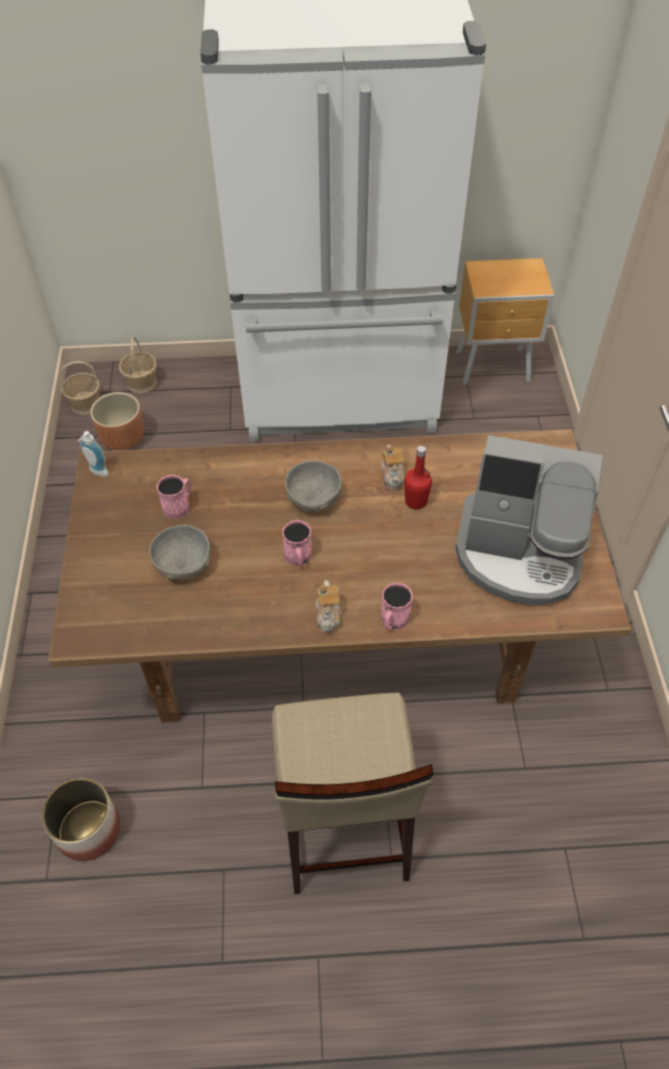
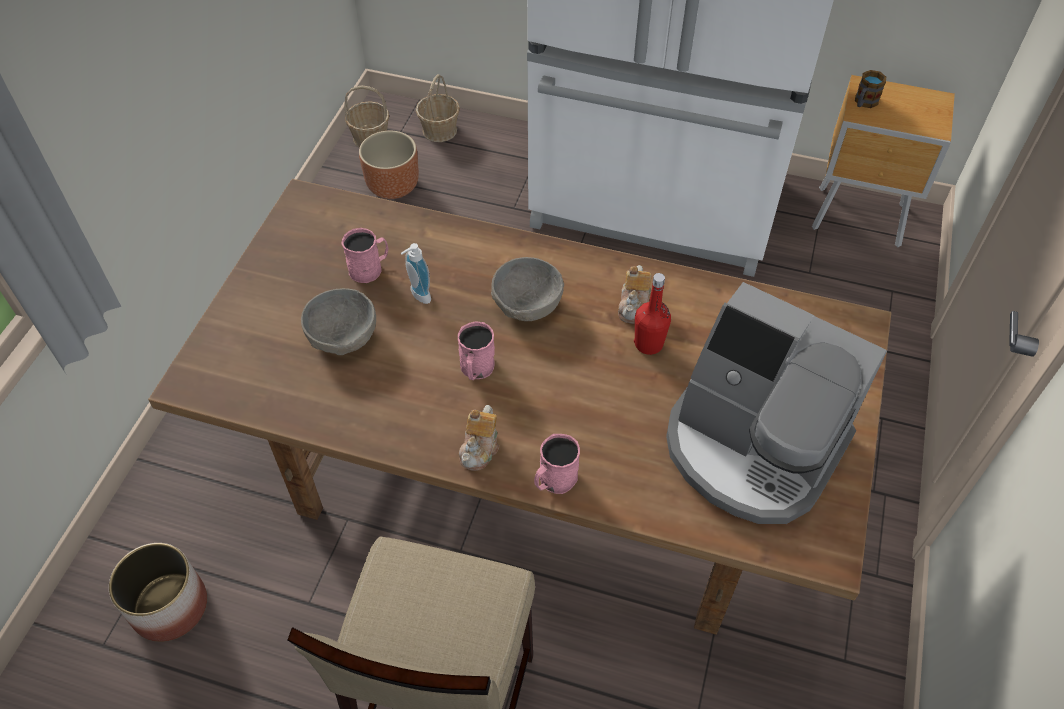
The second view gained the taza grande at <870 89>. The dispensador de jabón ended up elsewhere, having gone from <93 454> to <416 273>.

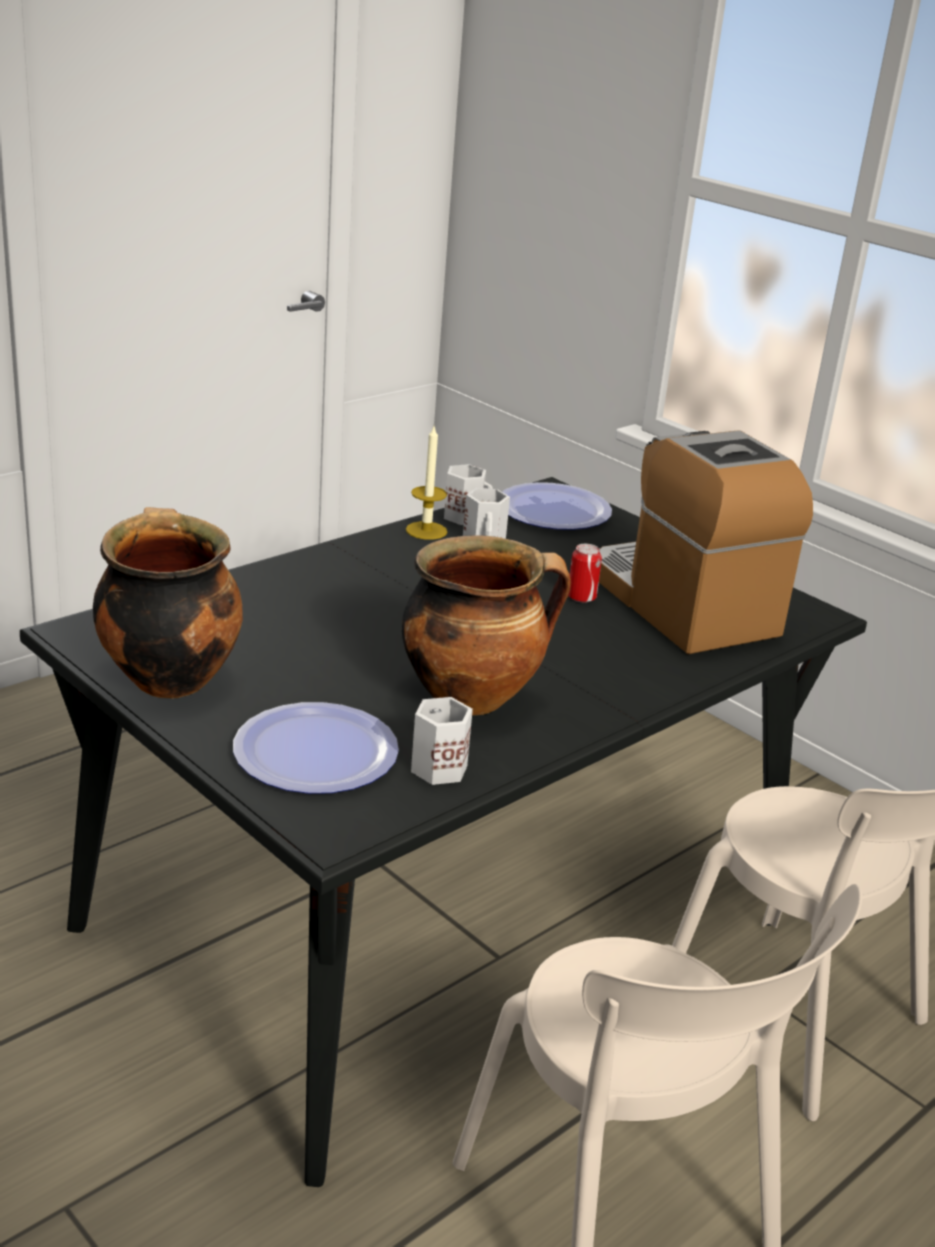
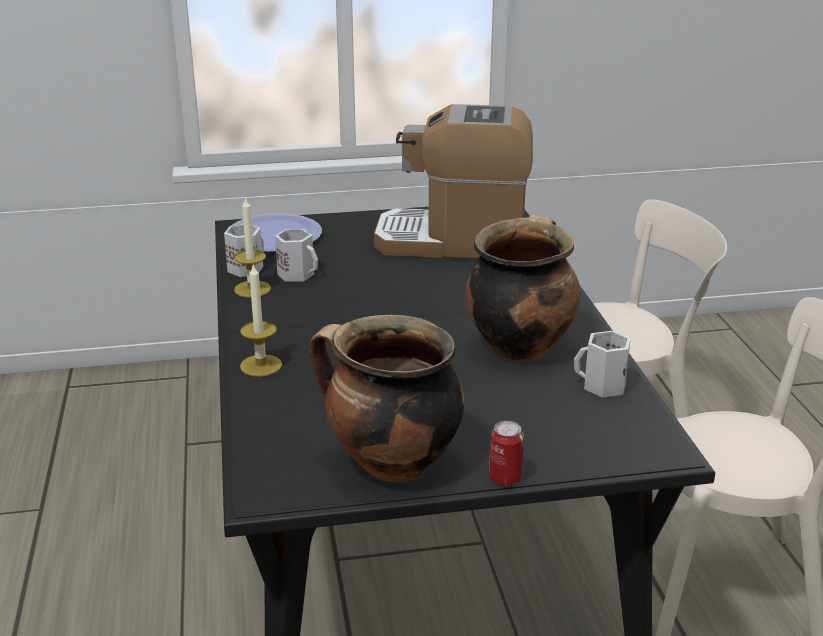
The second view lost the plato at <316 748>. The second view gained the vela at <261 320>. The lata ended up elsewhere, having gone from <585 573> to <506 453>.

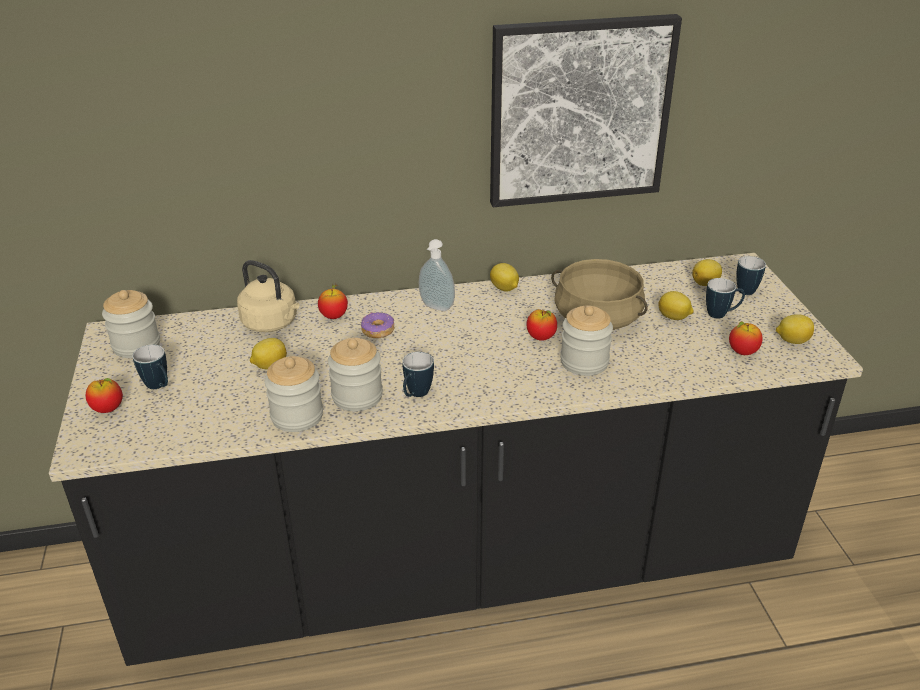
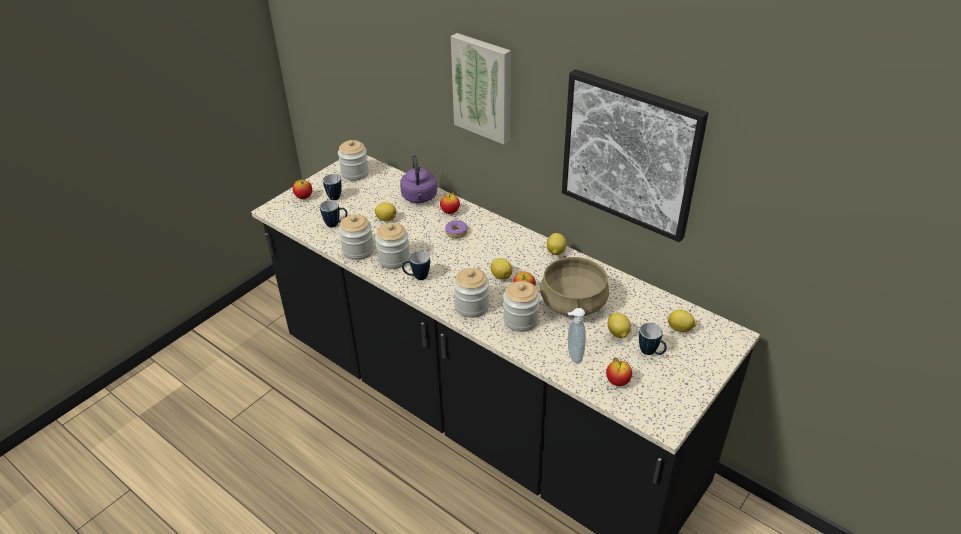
The second view gained the cuadro at <481 89>. The second view gained the tarro at <471 293>. The dispensador de jabón ended up elsewhere, having gone from <437 275> to <577 336>. The taza grande ended up elsewhere, having gone from <751 275> to <333 213>. The limón ended up elsewhere, having gone from <795 329> to <502 269>. What was the hervidor [beis] at <268 296> turned into the hervidor [morado] at <418 179>.

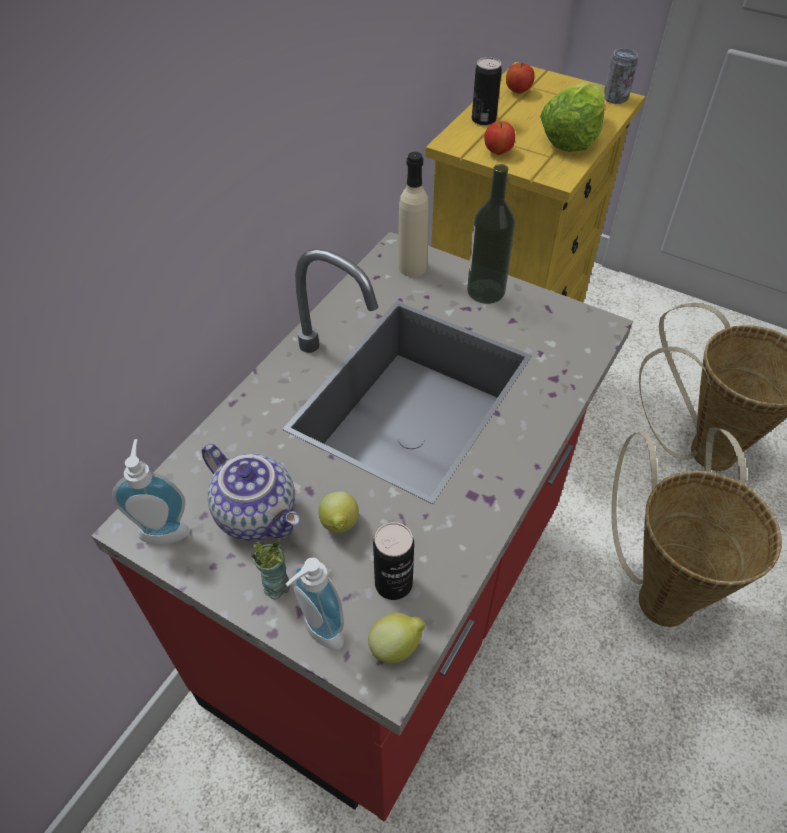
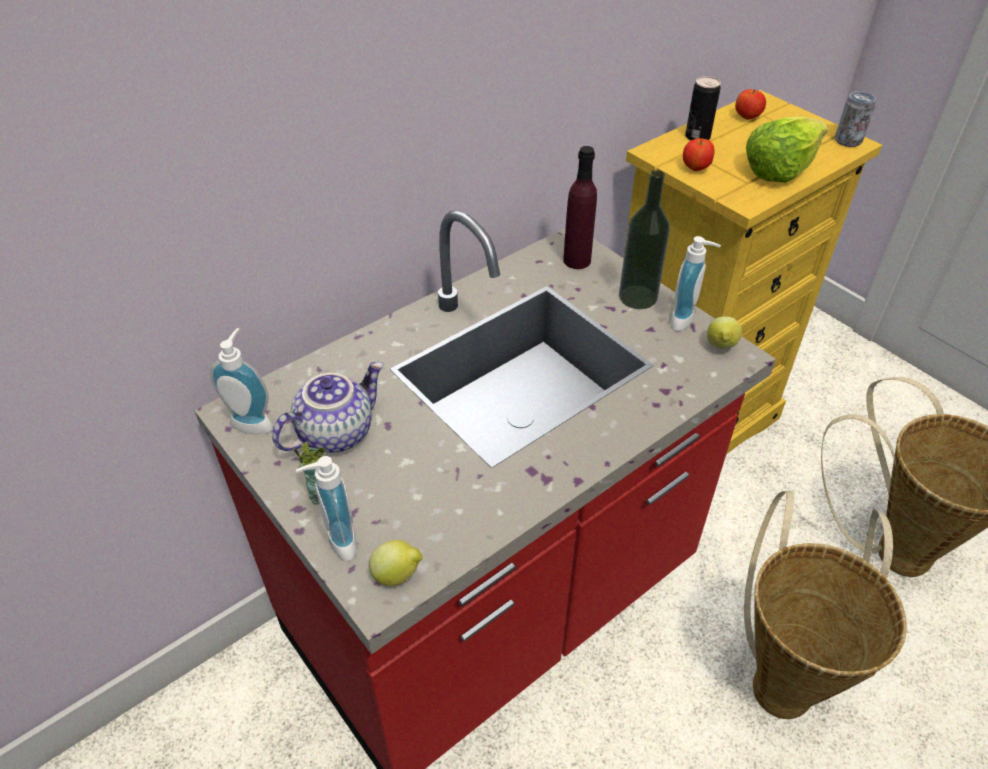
The second view lost the lata at <393 561>. The second view gained the dispensador de jabón at <696 283>. The limón ended up elsewhere, having gone from <338 512> to <724 333>. What was the botella [beis] at <413 214> turned into the botella [morado] at <580 207>. The tetera at <251 492> ended up facing another way, 105 degrees counterclockwise from before.

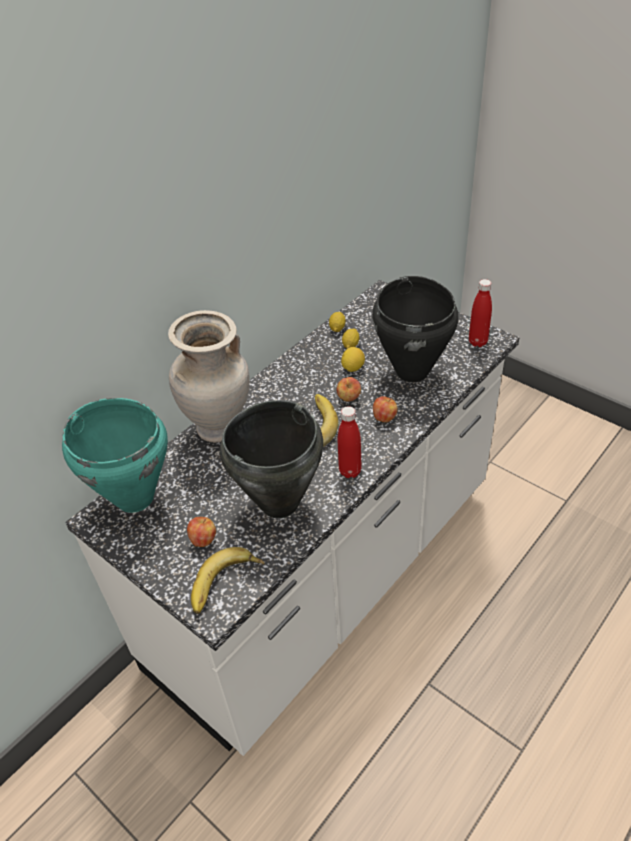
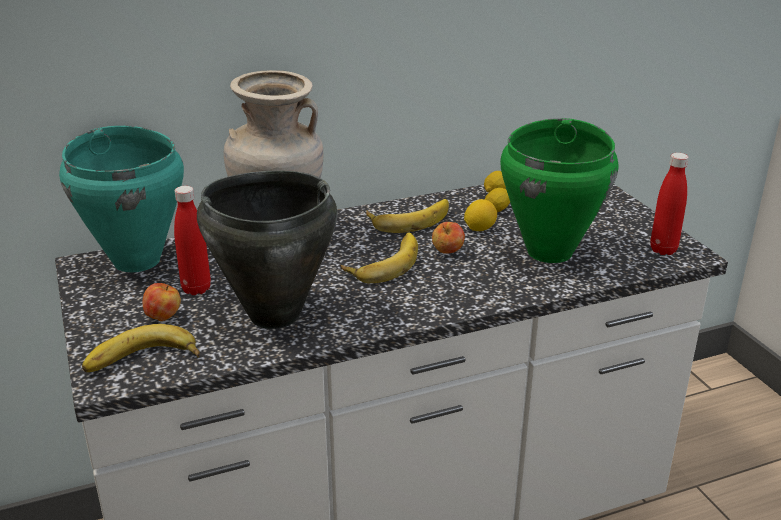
The second view lost the manzana at <385 409>. The second view gained the plátano at <407 216>. The botella [rojo] ended up elsewhere, having gone from <350 442> to <192 240>. What was the olla [negro] at <415 329> turned into the olla [verde] at <559 190>.

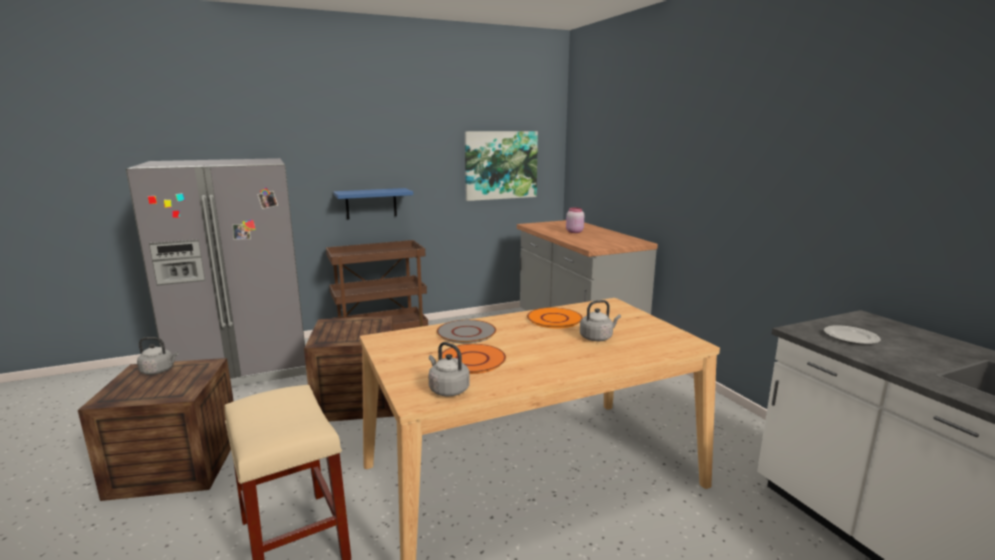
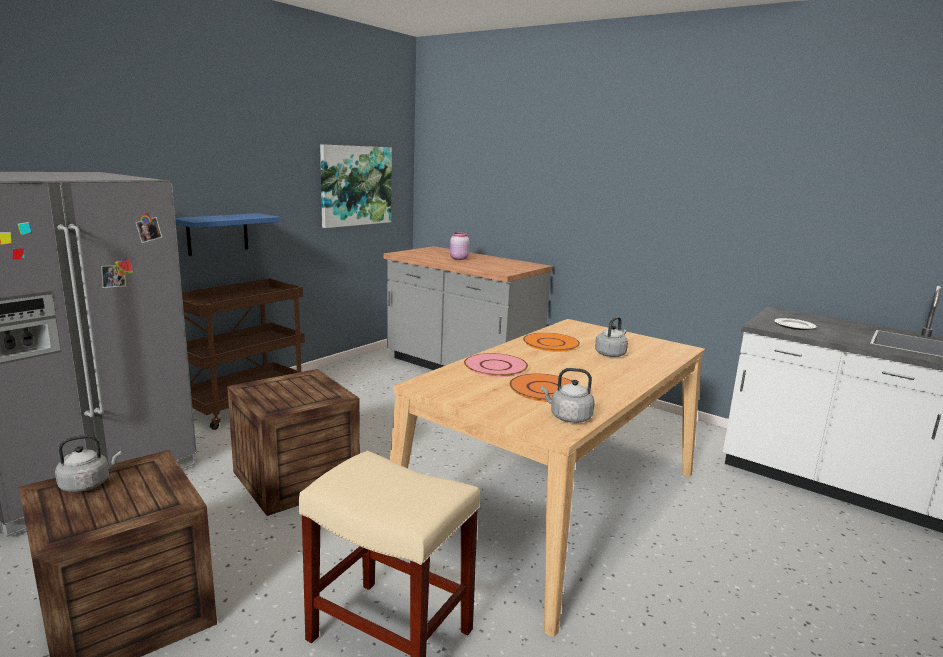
What was the plato [gris] at <466 331> turned into the plato [rosa] at <496 365>.

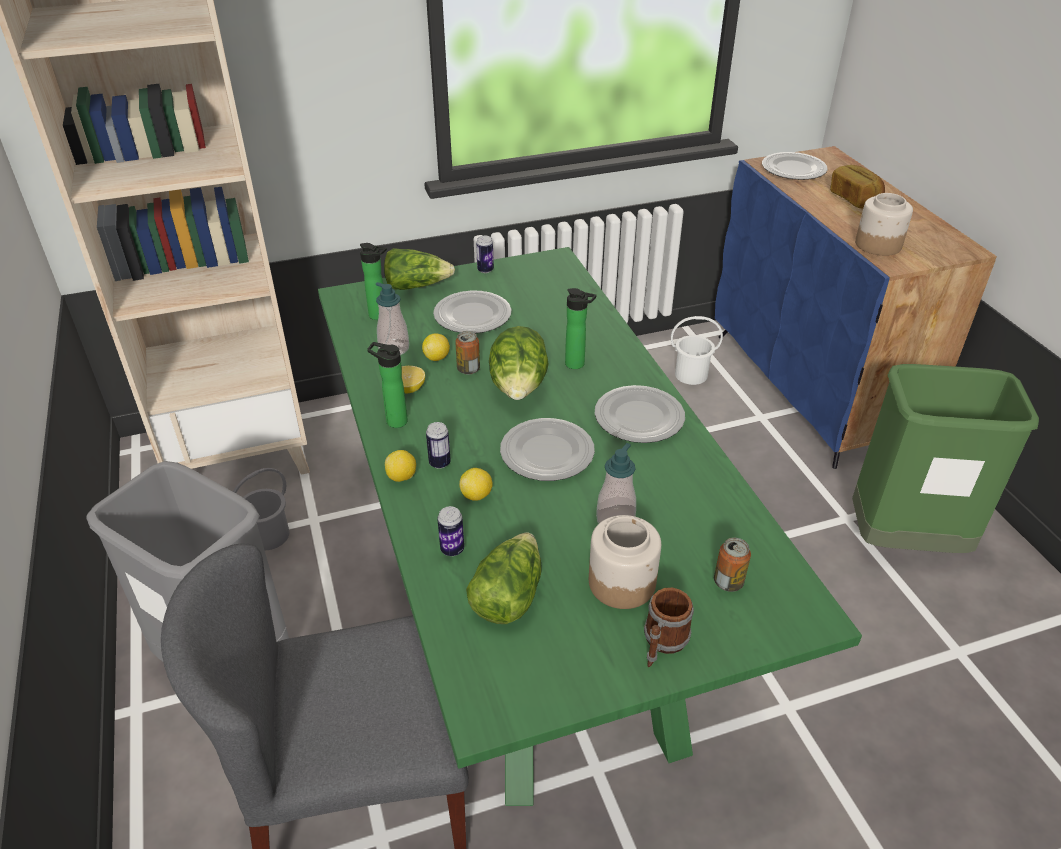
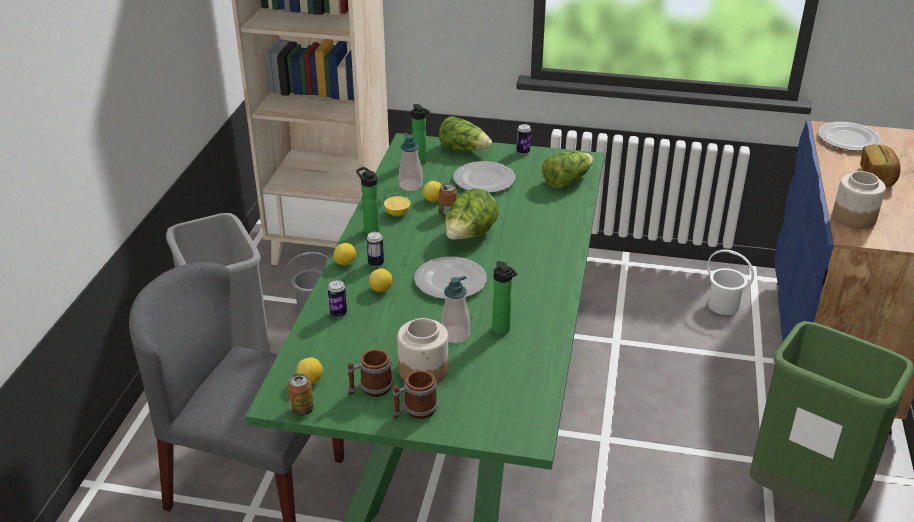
The second view lost the plato at <640 414>. The second view gained the limón at <310 370>. The second view gained the taza grande at <370 373>. The lechuga ended up elsewhere, having gone from <504 578> to <567 169>. The botella ended up elsewhere, having gone from <580 328> to <504 297>. The lata ended up elsewhere, having gone from <732 565> to <300 394>.

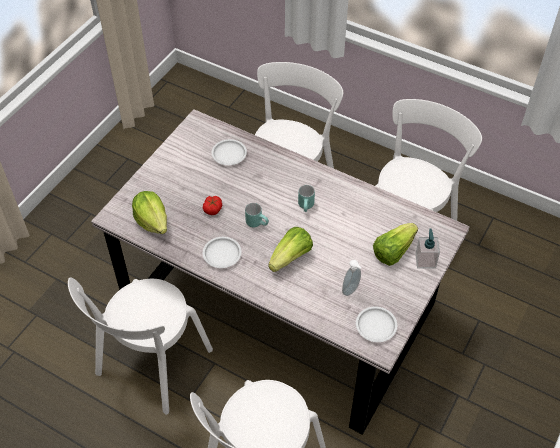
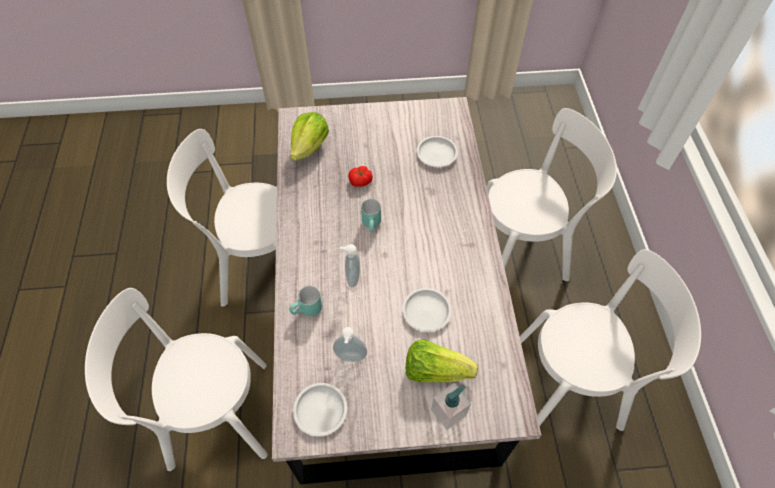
The plato [blanco] ended up elsewhere, having gone from <222 252> to <426 310>. The taza grande [turquesa] ended up elsewhere, having gone from <306 198> to <305 301>. Where the lechuga stood at <290 249>, the dispensador de jabón came to stand at <350 265>.

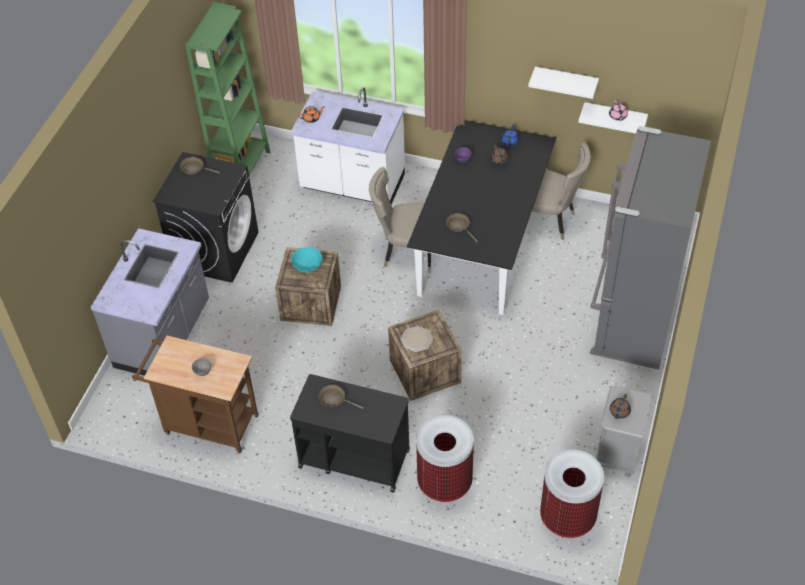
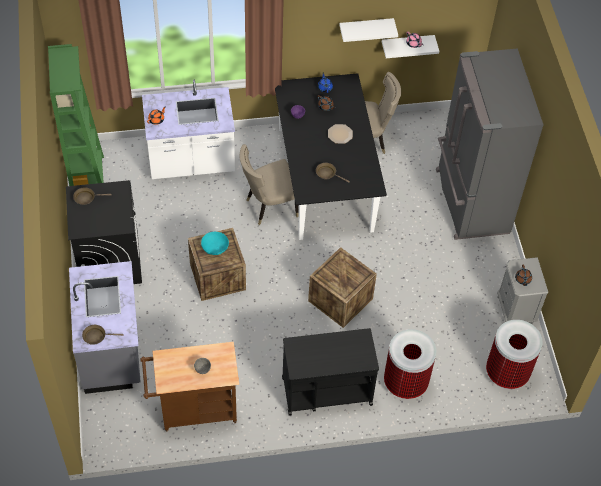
The sartén [marrón] ended up elsewhere, having gone from <341 397> to <103 335>. The plato ended up elsewhere, having gone from <416 339> to <340 134>.

